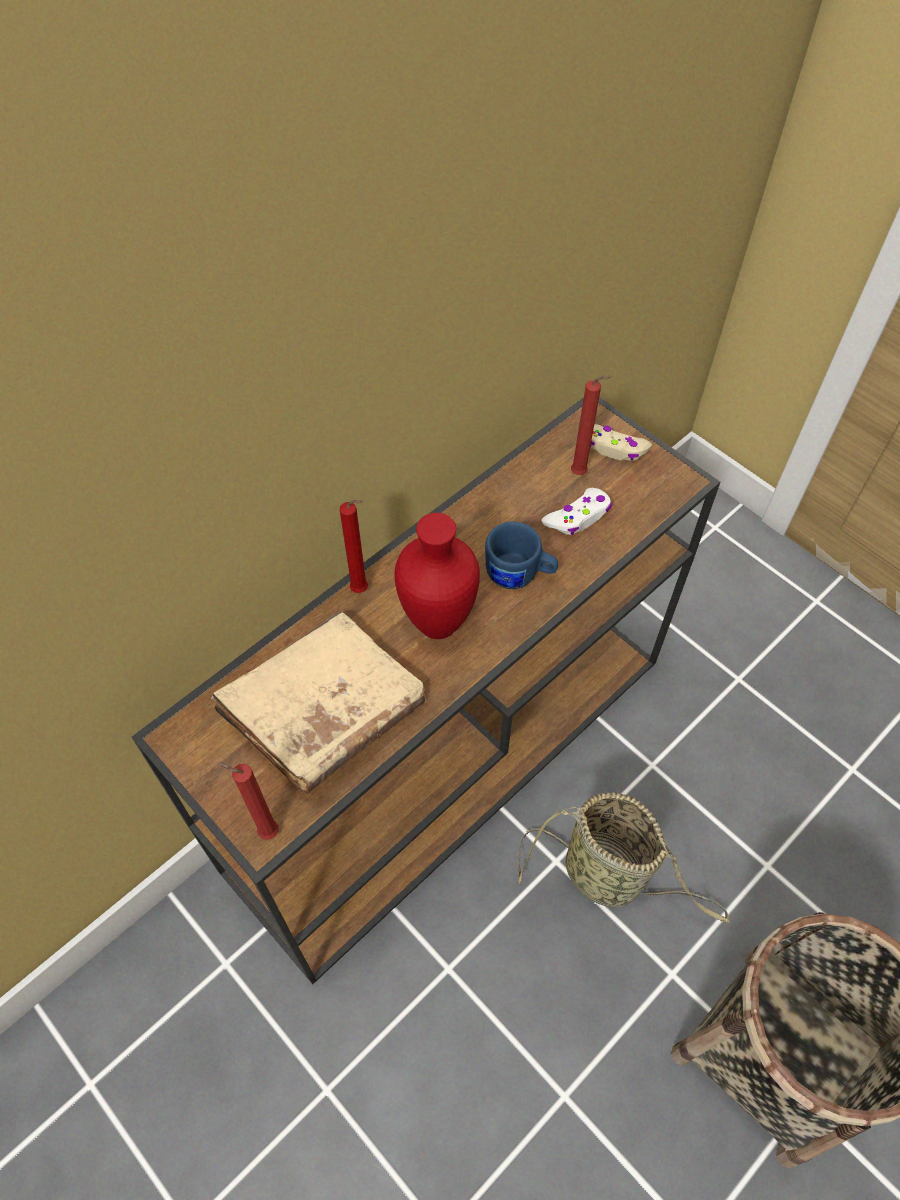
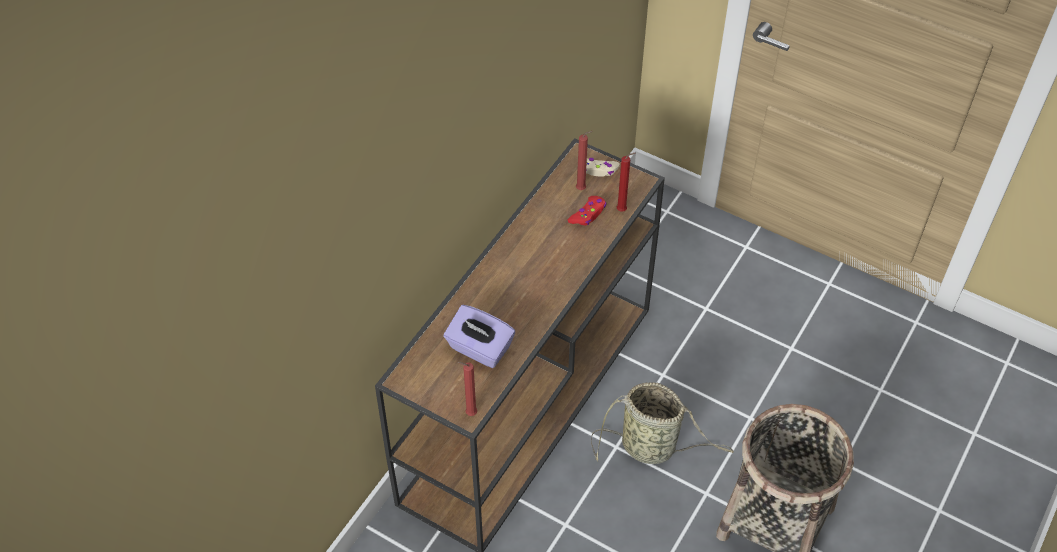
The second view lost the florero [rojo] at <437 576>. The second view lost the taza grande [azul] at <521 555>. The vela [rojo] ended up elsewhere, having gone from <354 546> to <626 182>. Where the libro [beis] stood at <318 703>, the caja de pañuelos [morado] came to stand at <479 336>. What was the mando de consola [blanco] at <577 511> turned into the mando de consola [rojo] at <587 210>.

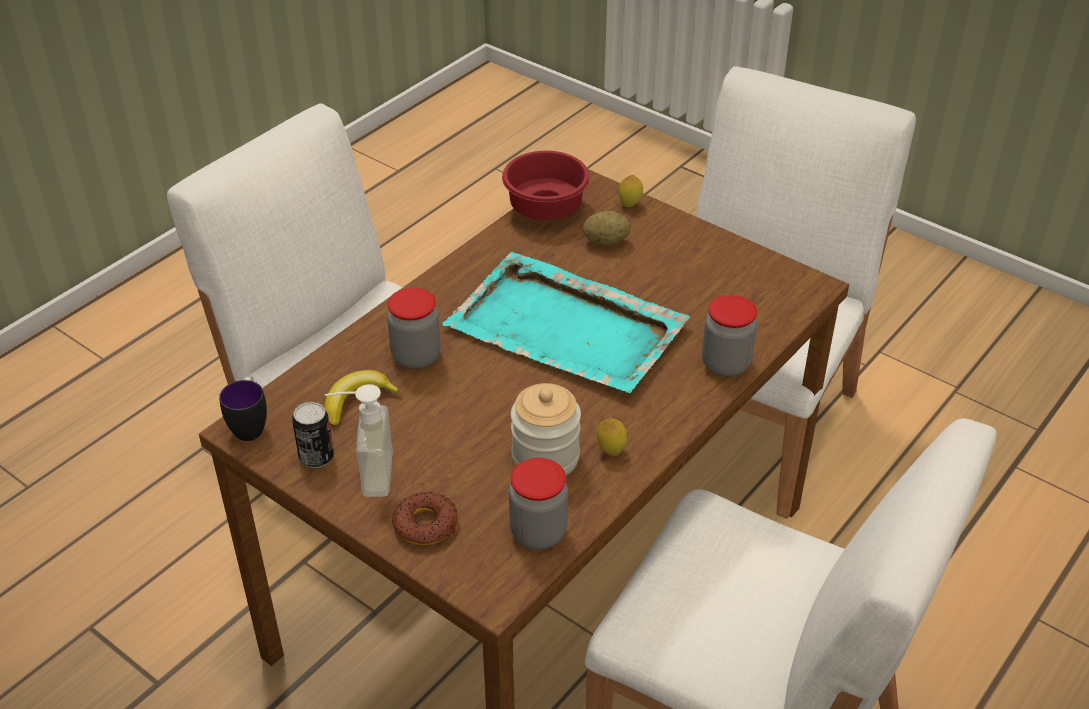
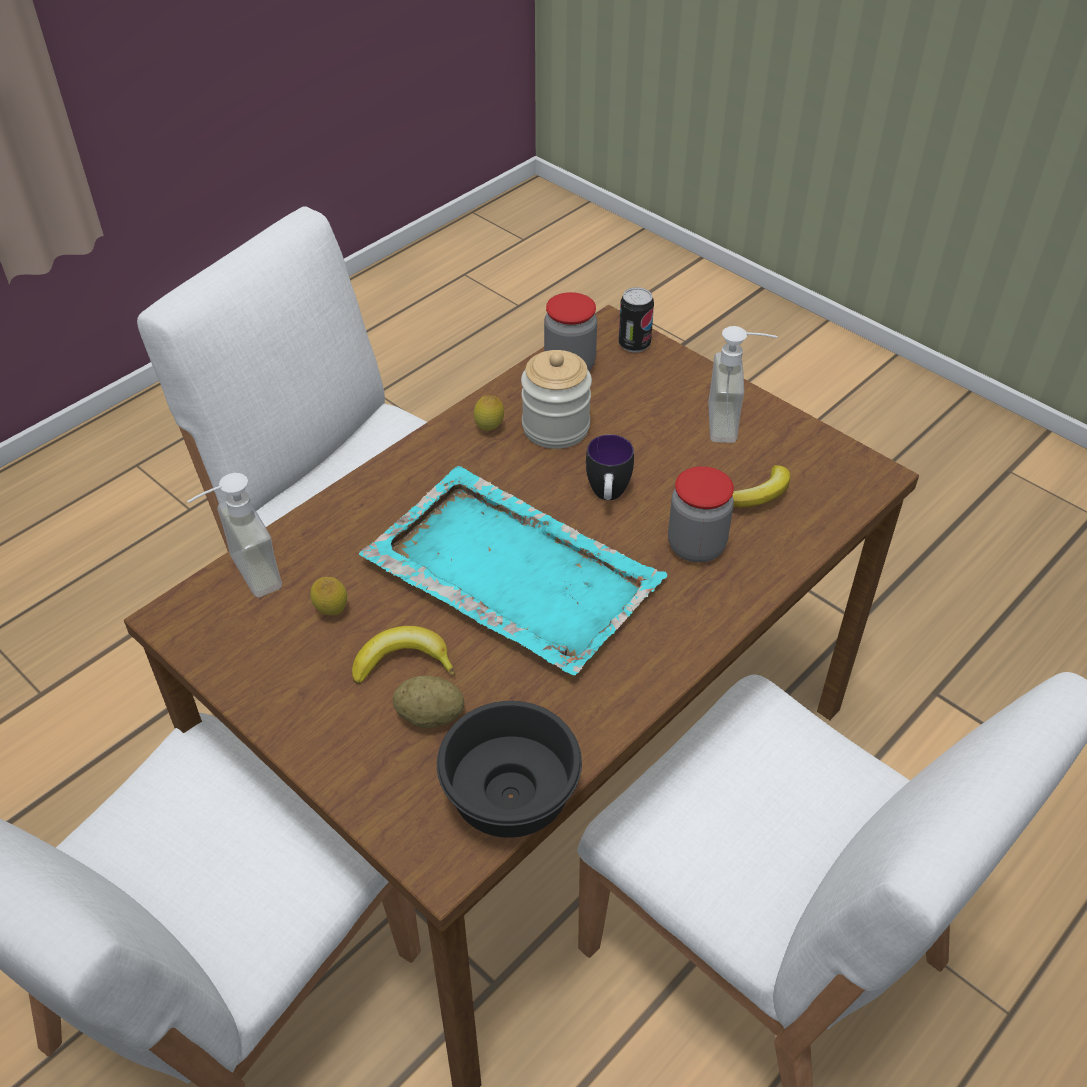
The second view lost the rosquilla at <425 518>. The second view lost the tarro at <729 336>. The second view gained the dispensador de jabón at <234 535>. The second view gained the plátano at <403 655>. The taza grande ended up elsewhere, having gone from <243 409> to <610 467>. The lata ended up elsewhere, having gone from <313 435> to <636 320>. The limón ended up elsewhere, having gone from <631 191> to <328 596>. What was the cuenco [rojo] at <546 185> turned into the cuenco [negro] at <509 769>.

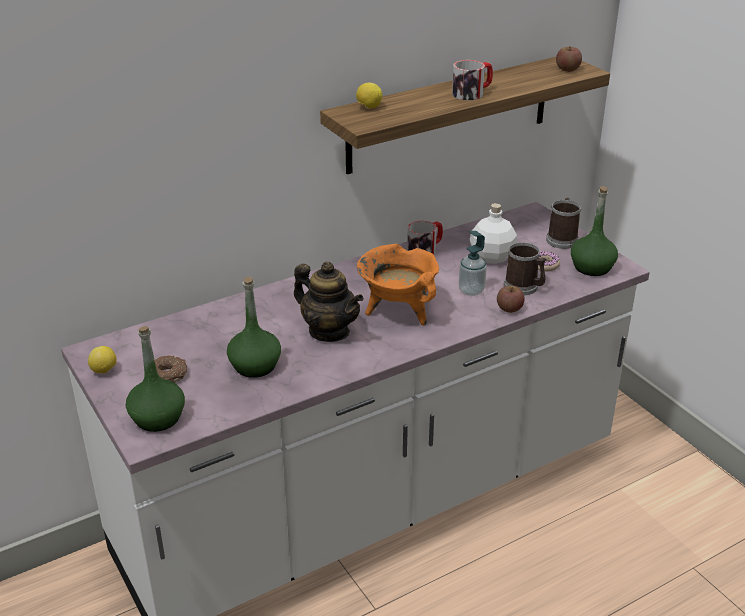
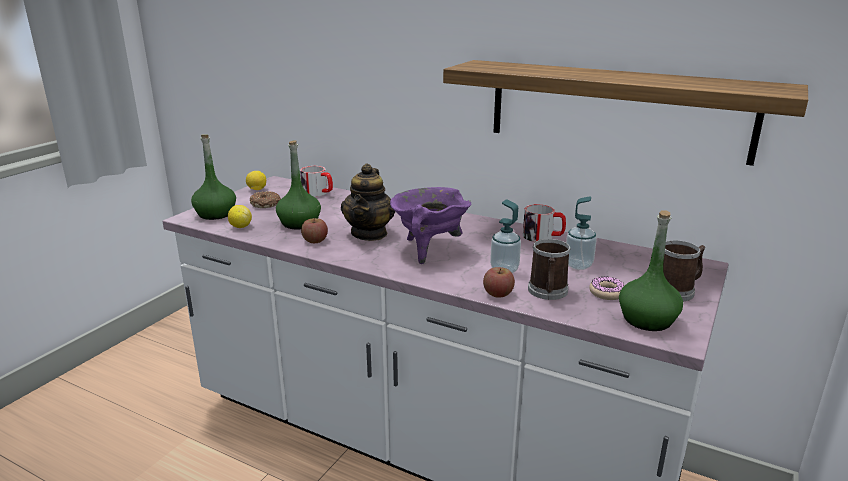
The limón ended up elsewhere, having gone from <369 95> to <240 216>. The taza grande ended up elsewhere, having gone from <472 80> to <316 181>. The manzana ended up elsewhere, having gone from <569 59> to <314 230>. Where the botella [blanco] stood at <493 233>, the dispensador de jabón came to stand at <581 233>. What was the olla [naranja] at <398 285> turned into the olla [morado] at <431 225>.

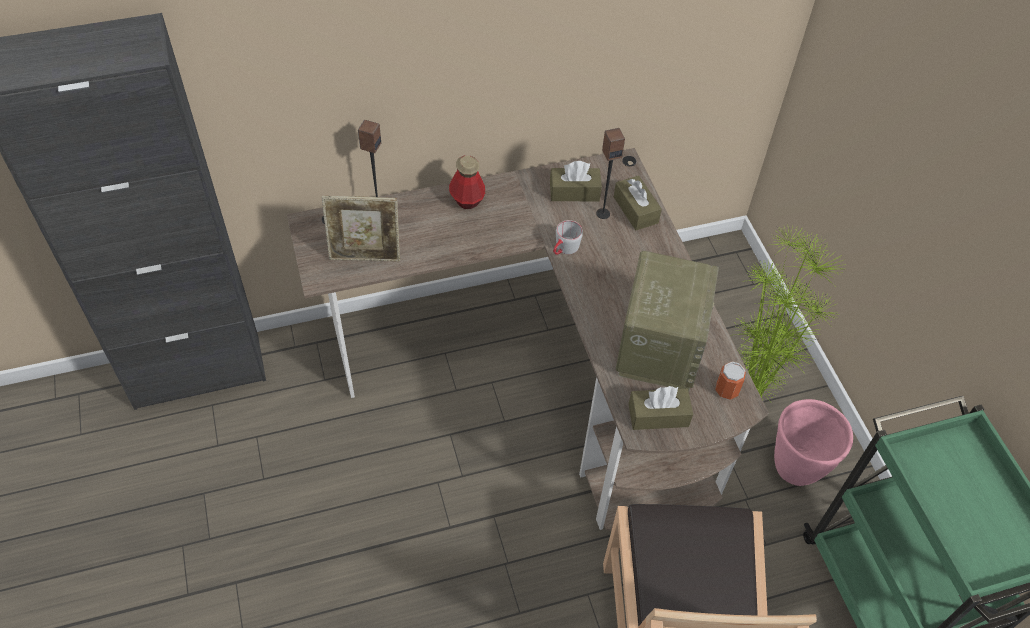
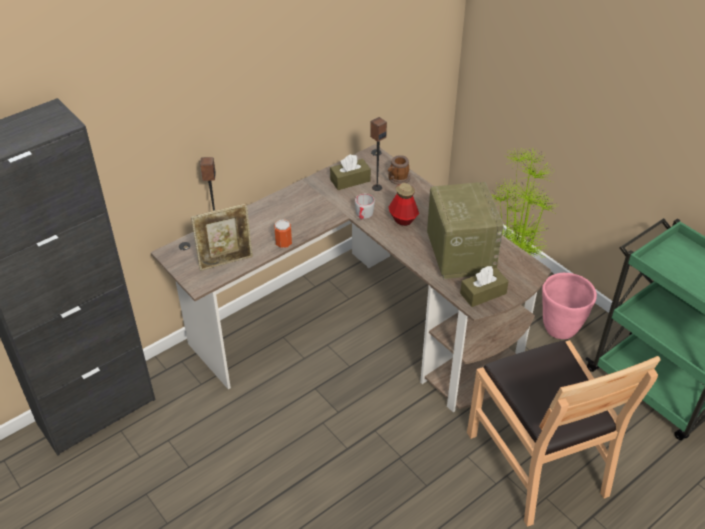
The botella ended up elsewhere, having gone from <467 182> to <404 204>. The lata ended up elsewhere, having gone from <730 381> to <283 233>. Where the caja de pañuelos [marrón] stood at <638 202>, the taza grande came to stand at <399 170>.

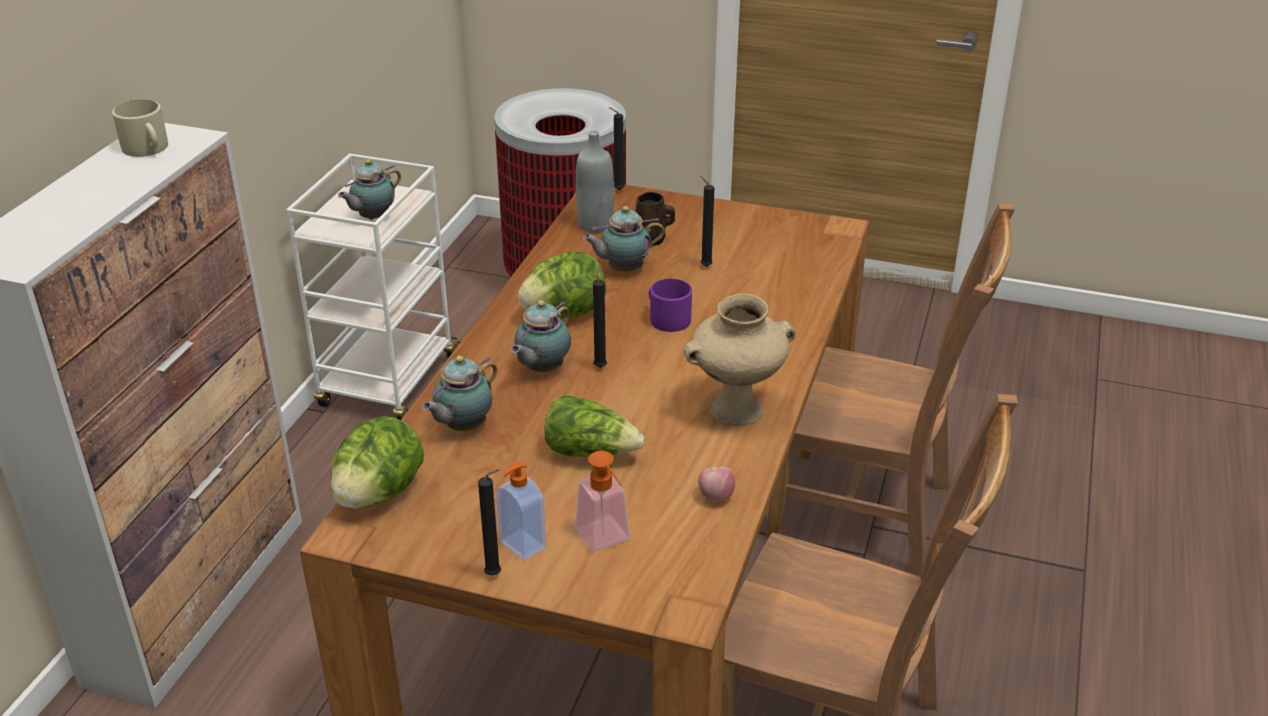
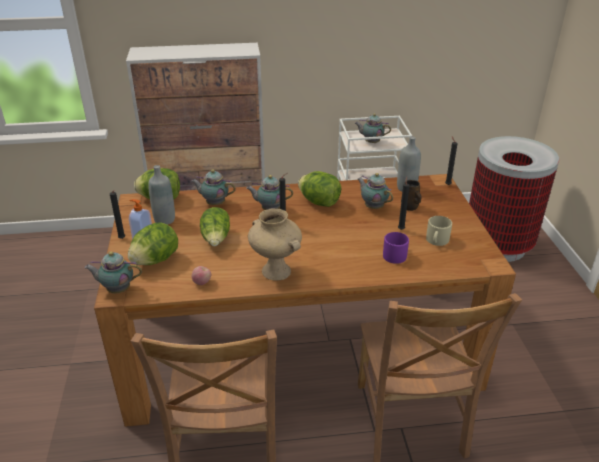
The second view gained the tetera at <113 272>. The second view gained the botella [gris] at <161 195>. The taza grande [beis] ended up elsewhere, having gone from <140 128> to <439 231>. The taza grande [morado] ended up elsewhere, having gone from <670 305> to <396 248>. Where the dispensador de jabón stood at <602 501>, the lechuga came to stand at <153 243>.

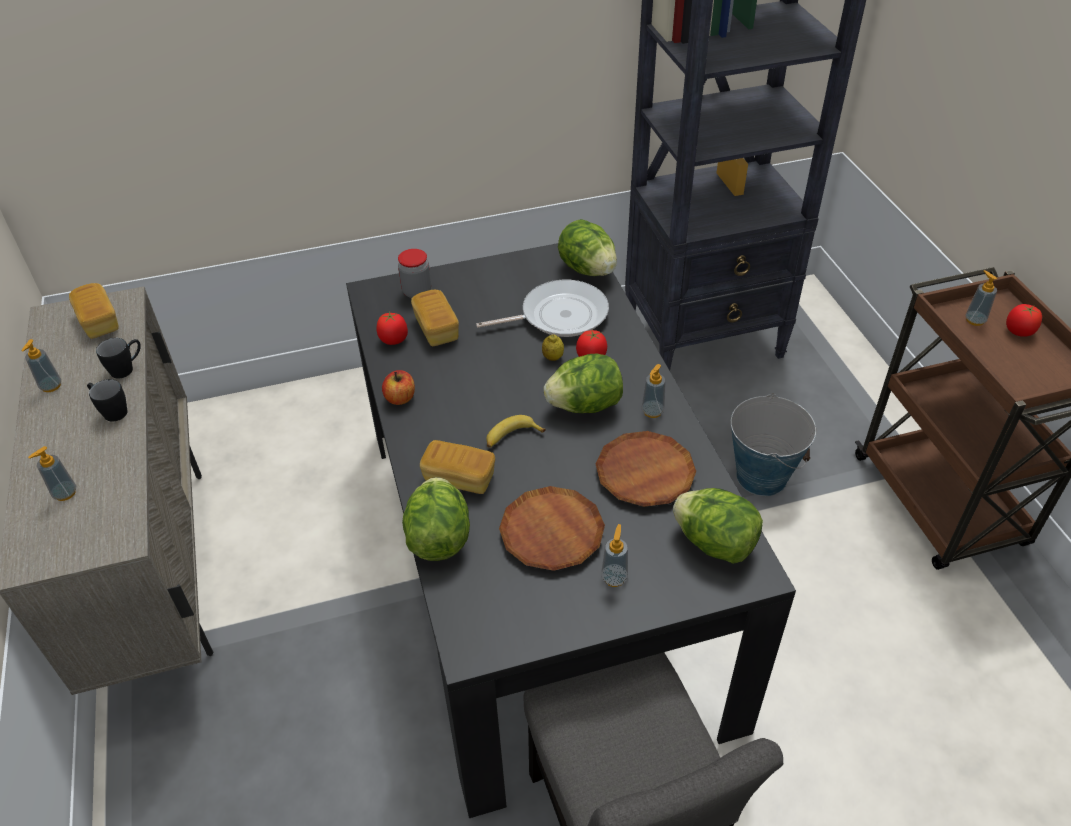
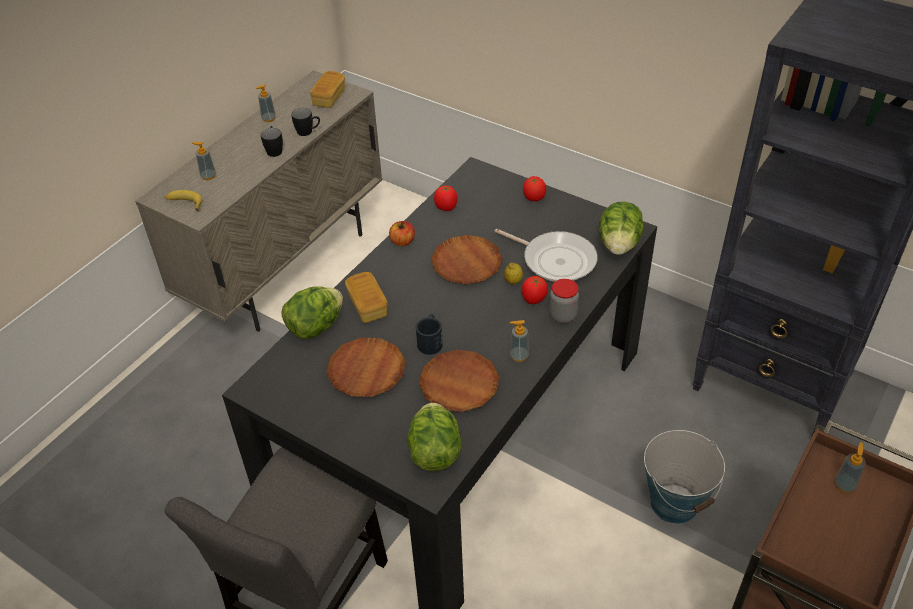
The second view lost the pan at <435 318>. The second view lost the lechuga at <583 383>. The second view lost the dispensador de jabón at <614 555>. The second view gained the taza grande [negro] at <429 334>. The second view gained the plato [marrón] at <467 260>. The tarro ended up elsewhere, having gone from <414 273> to <564 301>. The plátano ended up elsewhere, having gone from <516 431> to <183 200>. The tomate ended up elsewhere, having gone from <1024 320> to <534 188>.

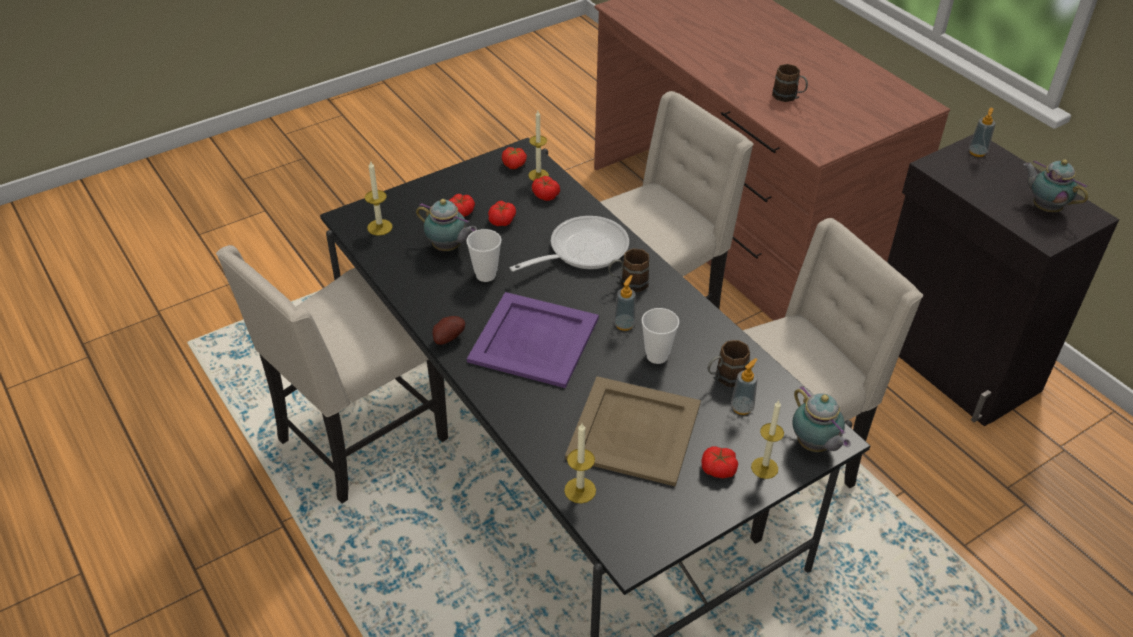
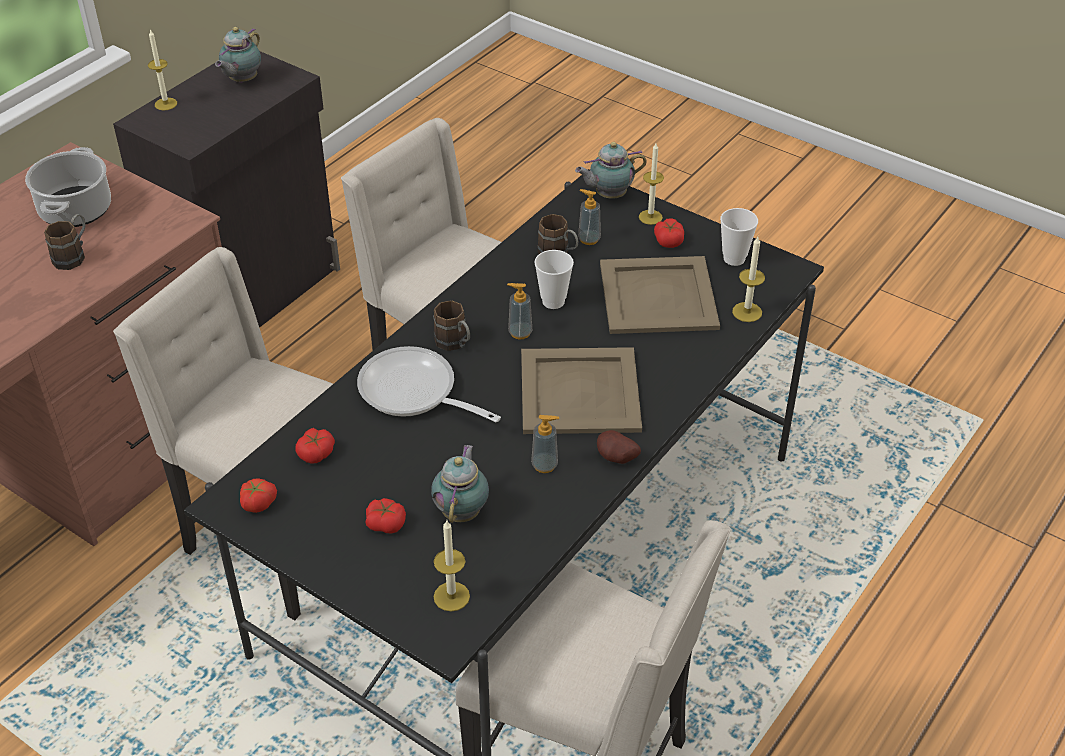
The second view lost the tomate at <502 213>. The second view gained the olla at <68 187>. The taza ended up elsewhere, having gone from <483 255> to <739 237>. The vela ended up elsewhere, having gone from <538 146> to <162 69>. The dispensador de jabón ended up elsewhere, having gone from <982 132> to <545 444>. What was the bandeja [morado] at <533 340> turned into the bandeja [beis] at <581 390>. The tetera at <821 419> ended up facing another way, 150 degrees counterclockwise from before.

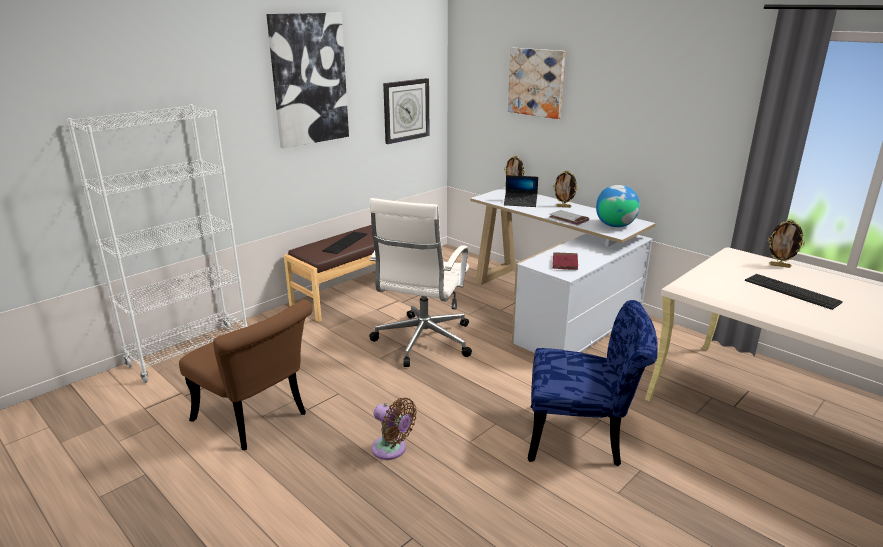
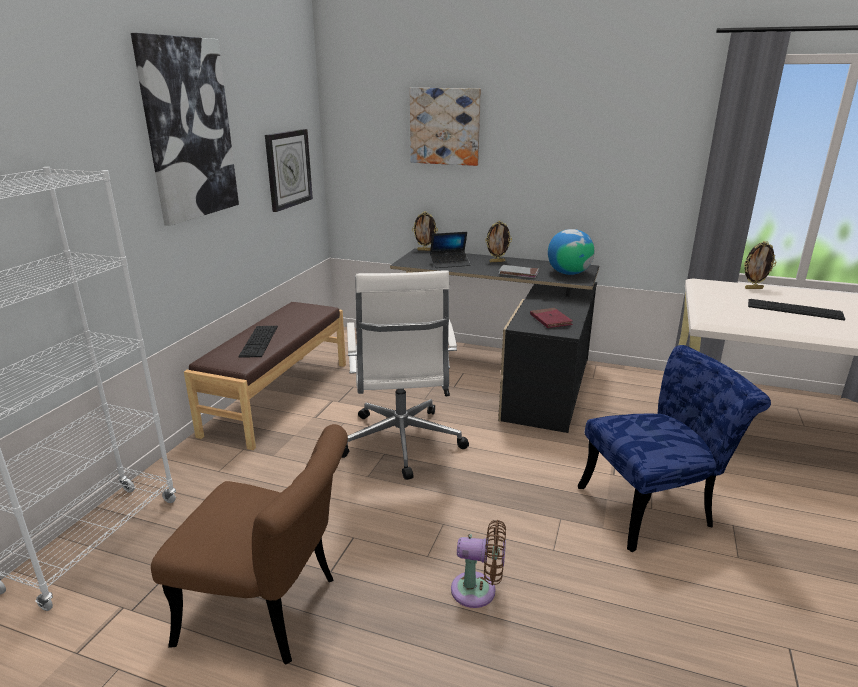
What was the escritorio [blanco] at <563 270> turned into the escritorio [negro] at <494 341>.

